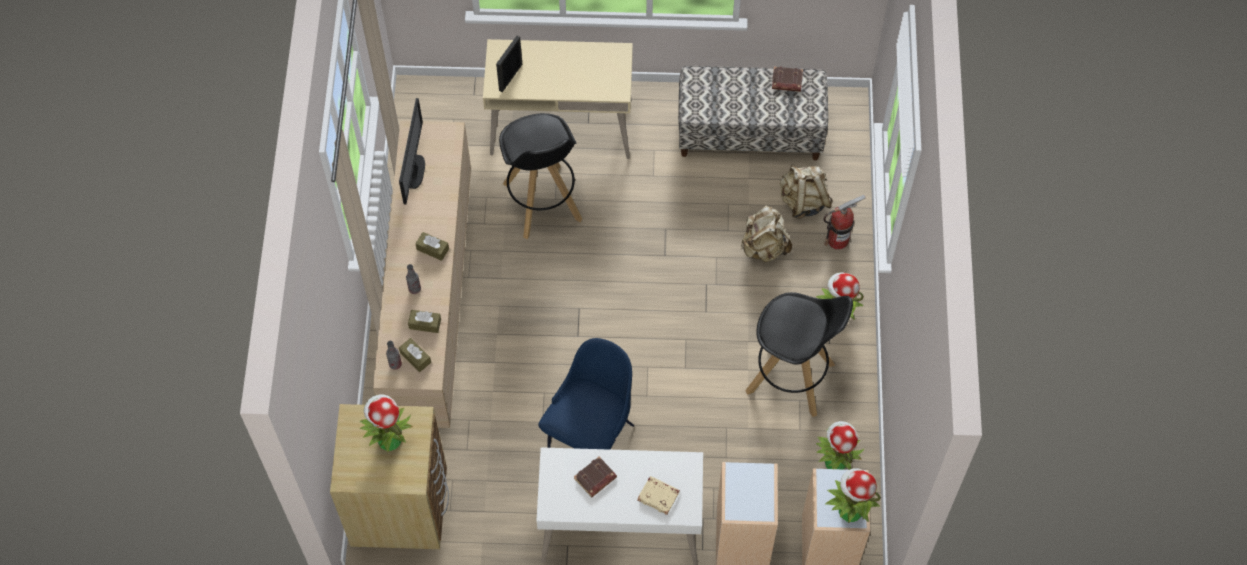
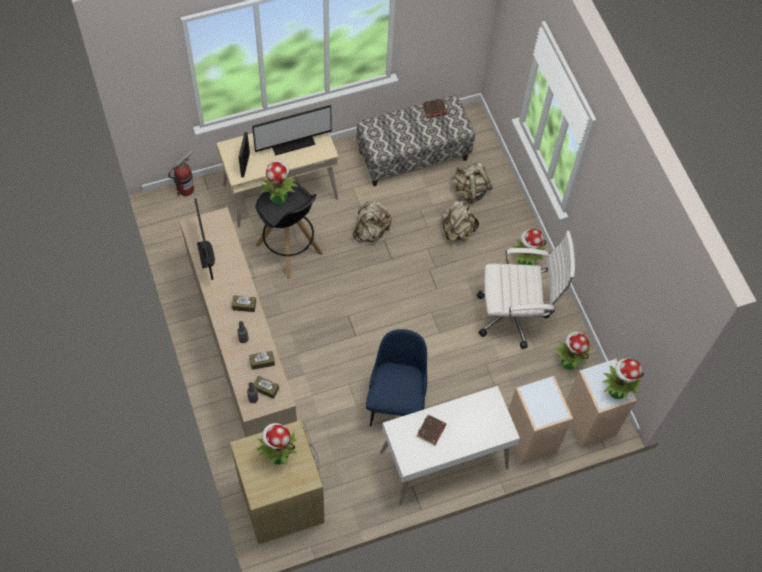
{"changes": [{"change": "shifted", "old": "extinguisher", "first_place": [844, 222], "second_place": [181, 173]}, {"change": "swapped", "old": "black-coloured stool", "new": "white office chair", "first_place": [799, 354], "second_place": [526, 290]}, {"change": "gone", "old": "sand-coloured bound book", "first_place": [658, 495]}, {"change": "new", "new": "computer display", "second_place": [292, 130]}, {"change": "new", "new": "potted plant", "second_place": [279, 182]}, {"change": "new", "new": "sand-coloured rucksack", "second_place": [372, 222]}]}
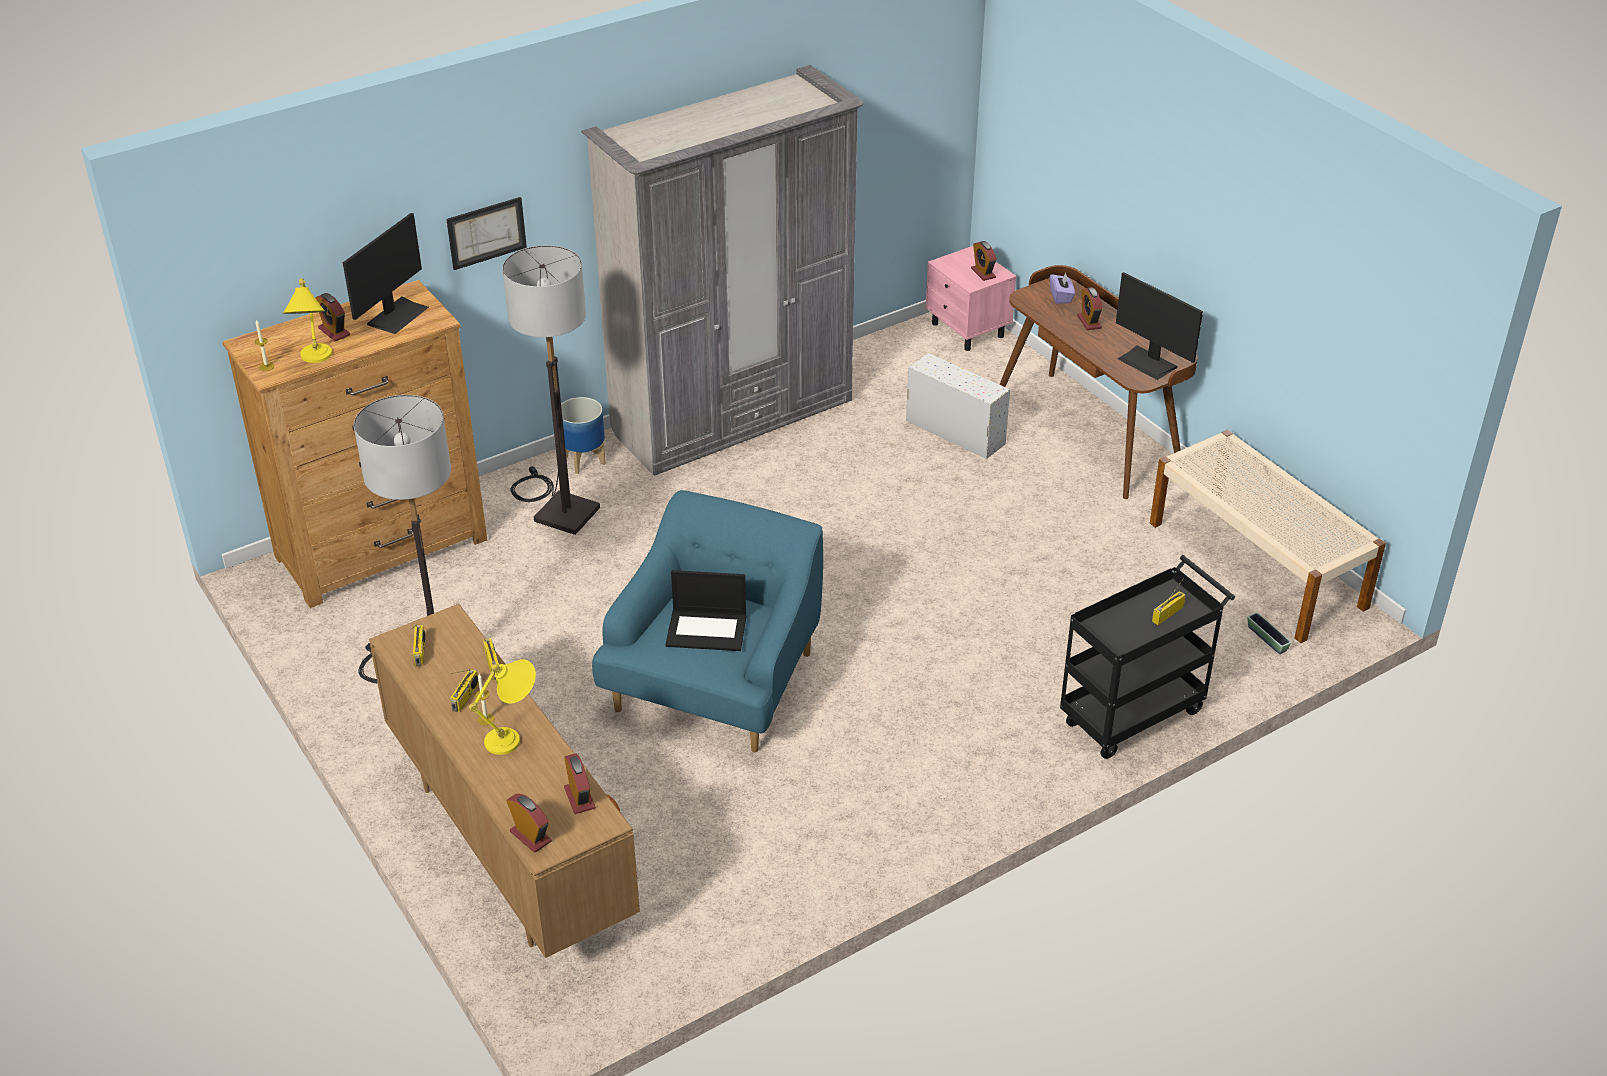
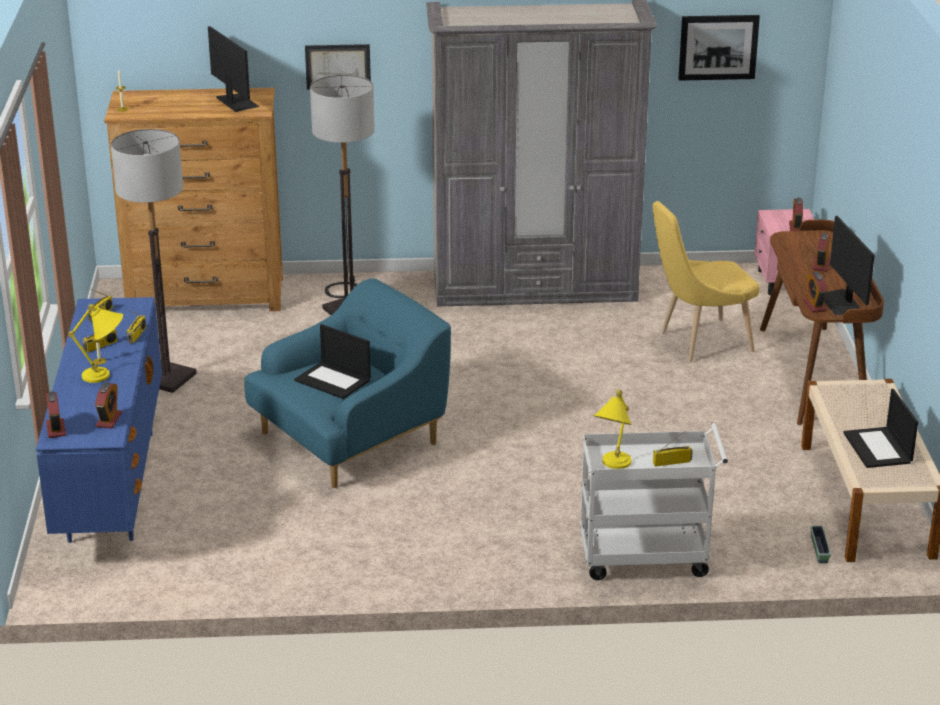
{"changes": [{"change": "rotated", "old": "computer display", "first_place": [386, 273], "second_place": [233, 69], "degrees": -90}, {"change": "gone", "old": "purplish tissue holder", "first_place": [1062, 288]}, {"change": "shifted", "old": "yellow-coloured lamp for a table", "first_place": [307, 320], "second_place": [612, 429]}, {"change": "shifted", "old": "table clock", "first_place": [332, 317], "second_place": [815, 292]}, {"change": "swapped", "old": "white storage box", "new": "yellow-coloured chair", "first_place": [958, 406], "second_place": [706, 281]}, {"change": "gone", "old": "plant pot", "first_place": [583, 435]}, {"change": "repainted", "old": "black-coloured wheeled cart", "new": "white wheeled cart", "first_place": [1147, 657], "second_place": [654, 501]}, {"change": "repainted", "old": "brown drawer chest", "new": "bluish drawer chest", "first_place": [504, 781], "second_place": [99, 420]}, {"change": "new", "new": "picture", "second_place": [719, 48]}, {"change": "new", "new": "laptop", "second_place": [880, 428]}]}
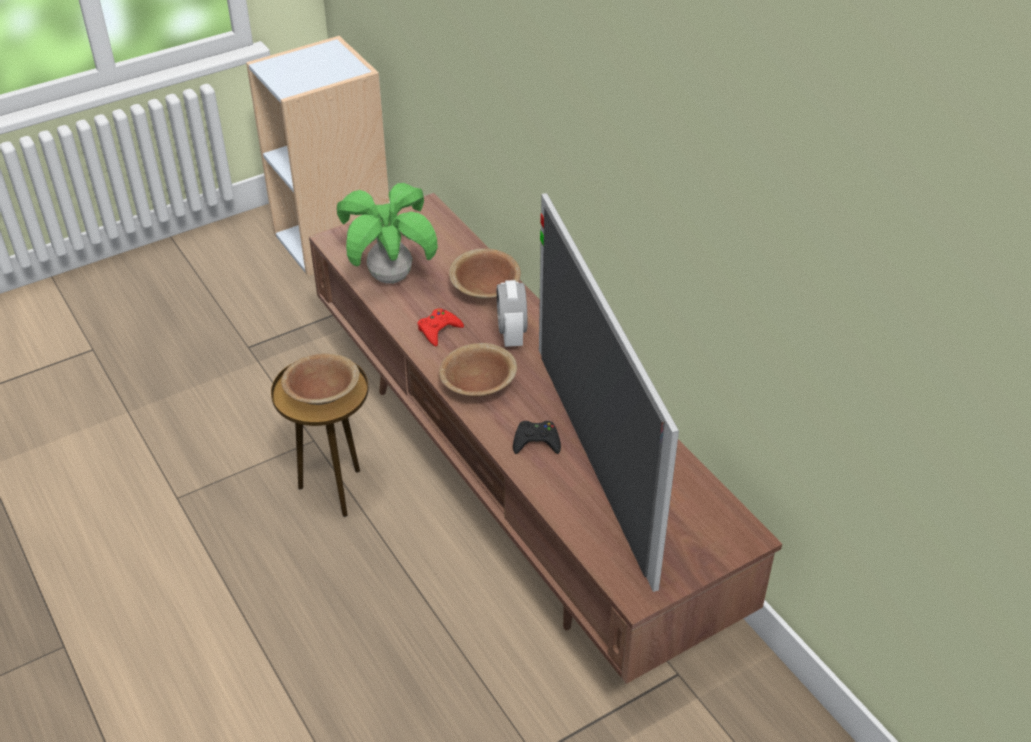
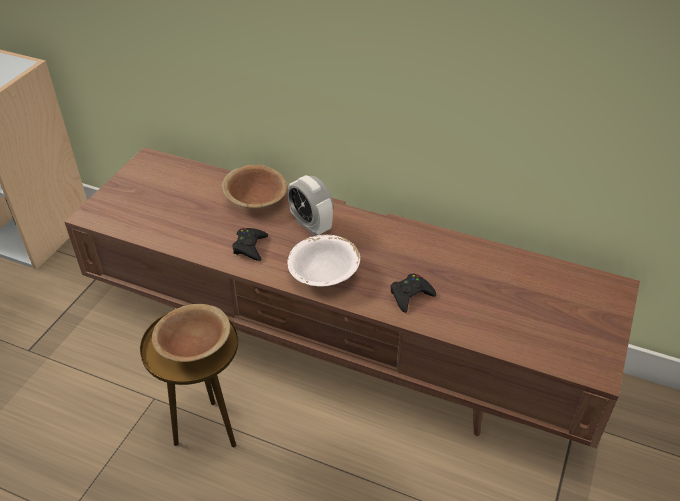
{"changes": [{"change": "gone", "old": "potted plant", "first_place": [387, 233]}, {"change": "gone", "old": "TV set", "first_place": [609, 392]}, {"change": "repainted", "old": "red joypad", "new": "black-coloured joypad", "first_place": [441, 327], "second_place": [250, 244]}, {"change": "repainted", "old": "brown deep dish", "new": "white deep dish", "first_place": [478, 370], "second_place": [323, 261]}]}
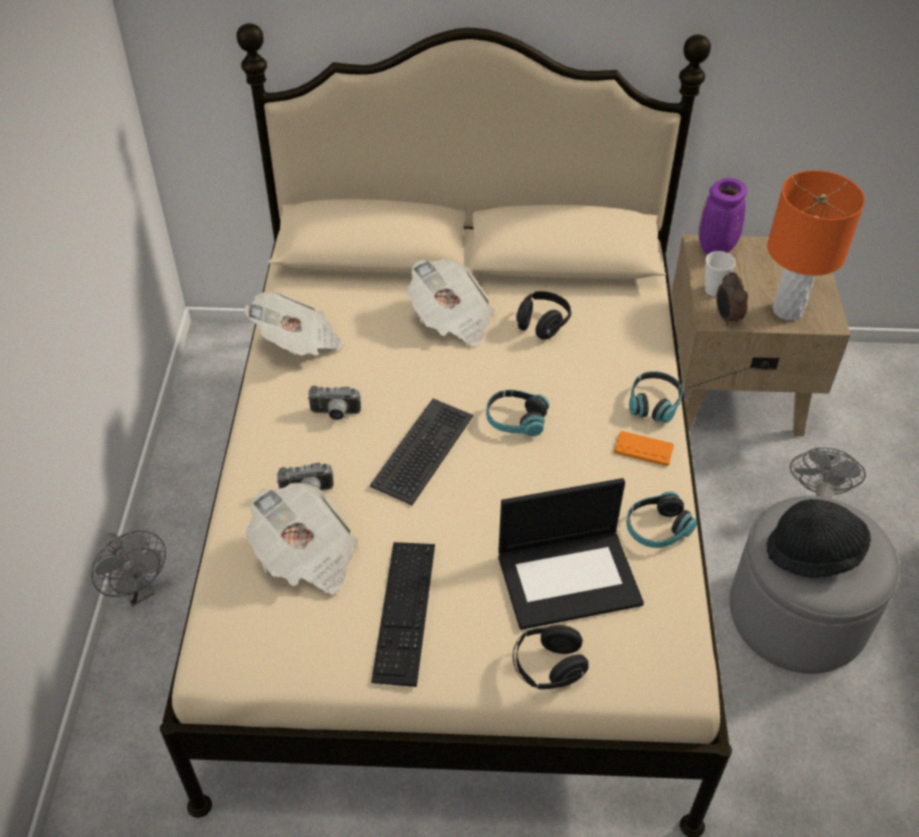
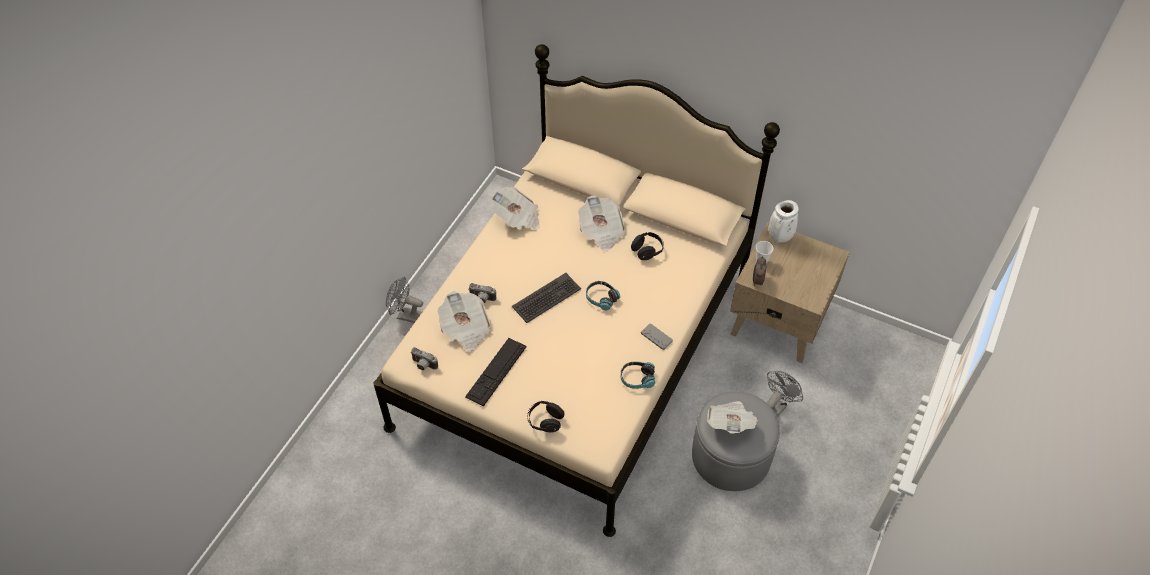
{"changes": [{"change": "gone", "old": "orange lamp for a table", "first_place": [816, 245]}, {"change": "repainted", "old": "purplish vase", "new": "white vase", "first_place": [723, 216], "second_place": [784, 221]}, {"change": "gone", "old": "headphones", "first_place": [655, 397]}, {"change": "shifted", "old": "photo camera", "first_place": [334, 403], "second_place": [424, 358]}, {"change": "repainted", "old": "orange joypad", "new": "gray joypad", "first_place": [644, 448], "second_place": [657, 337]}, {"change": "gone", "old": "laptop", "first_place": [571, 554]}, {"change": "swapped", "old": "black-coloured hat", "new": "printed paper", "first_place": [819, 538], "second_place": [732, 417]}, {"change": "rotated", "old": "gray electric fan", "first_place": [128, 568], "second_place": [404, 300], "degrees": 120}]}
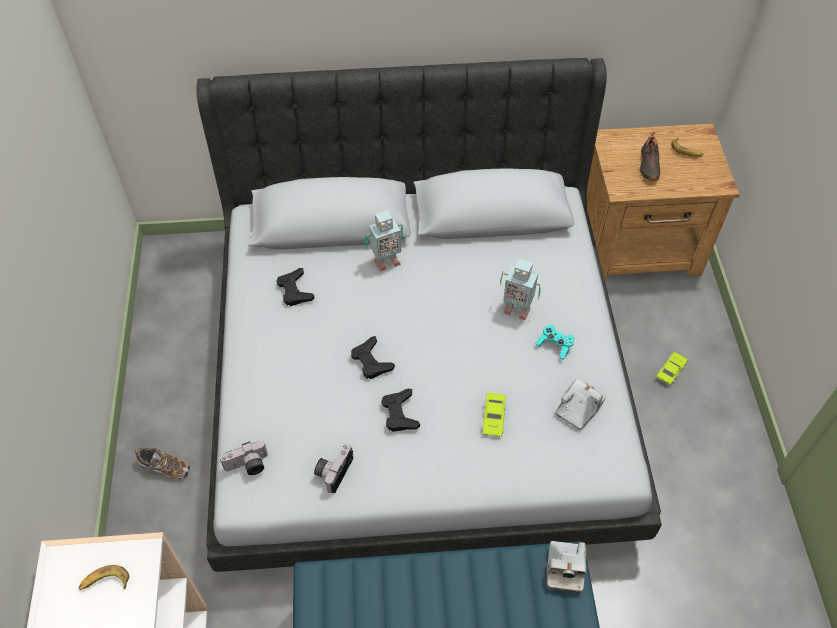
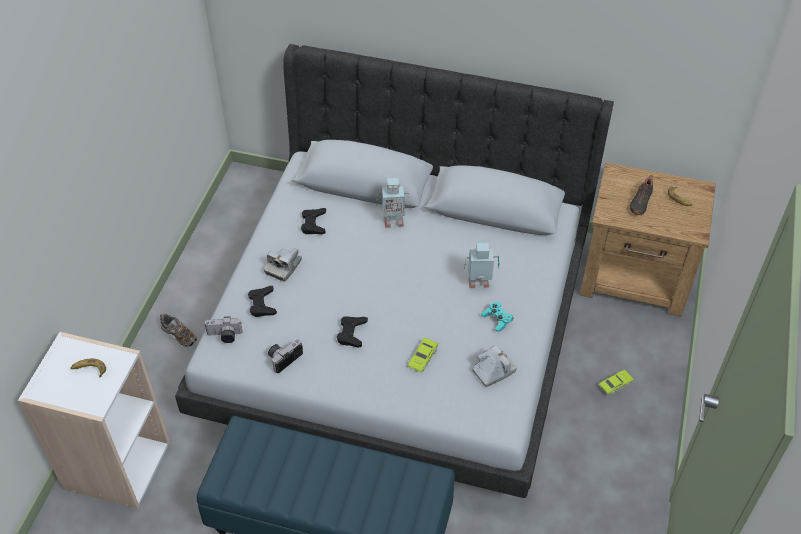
{"changes": [{"change": "rotated", "old": "toy robot", "first_place": [520, 289], "second_place": [481, 265], "degrees": 135}, {"change": "shifted", "old": "black-coloured joypad", "first_place": [373, 357], "second_place": [262, 301]}, {"change": "shifted", "old": "photo camera", "first_place": [566, 567], "second_place": [283, 264]}]}
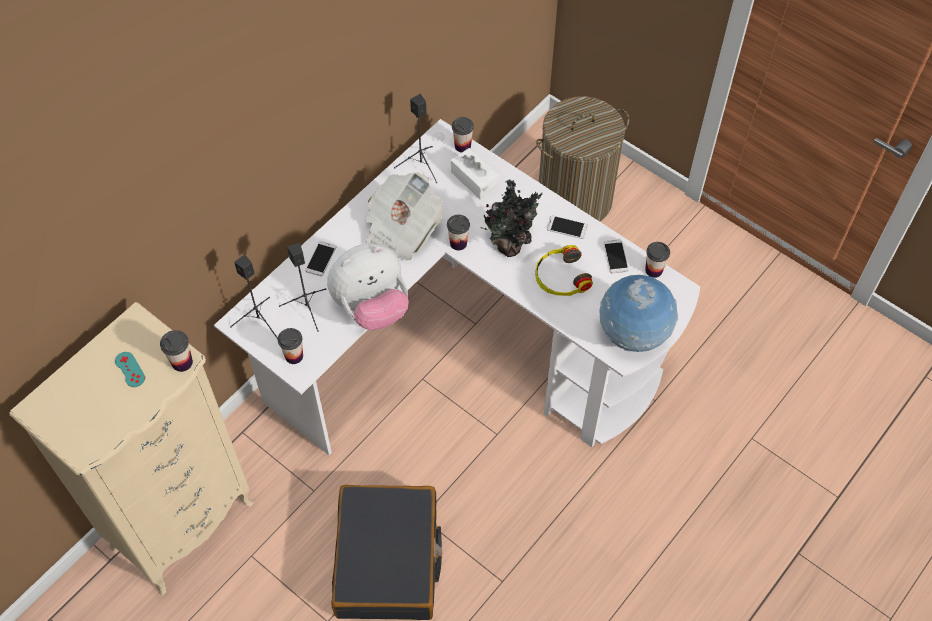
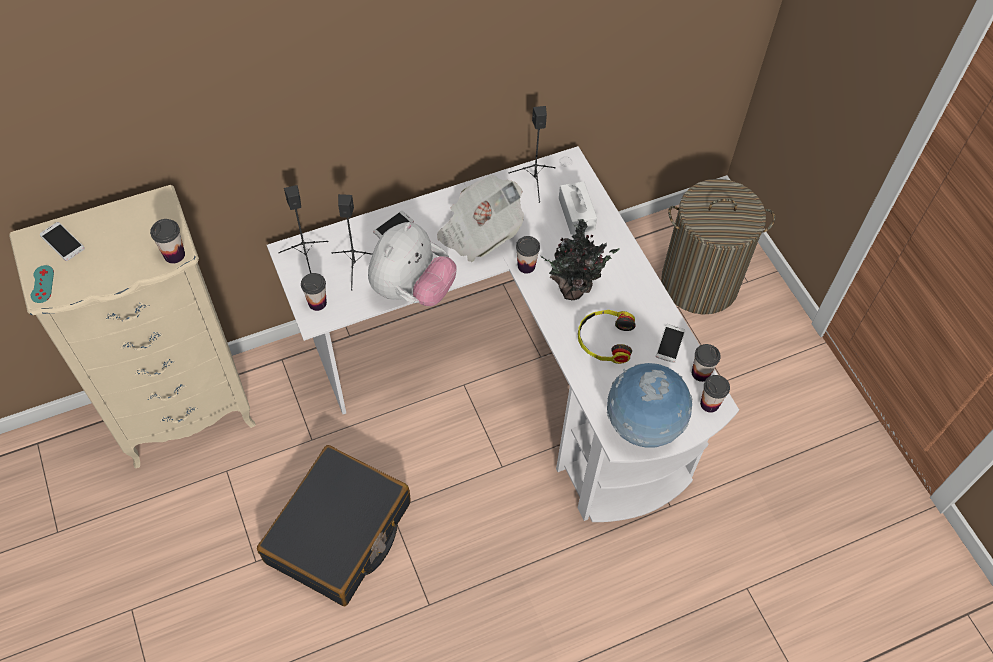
{"changes": [{"change": "shifted", "old": "small cup", "first_place": [463, 135], "second_place": [715, 394]}, {"change": "shifted", "old": "telephone", "first_place": [567, 227], "second_place": [62, 241]}, {"change": "rotated", "old": "plush toy", "first_place": [368, 287], "second_place": [412, 264], "degrees": -60}, {"change": "shifted", "old": "blue-green joypad", "first_place": [130, 369], "second_place": [42, 284]}]}
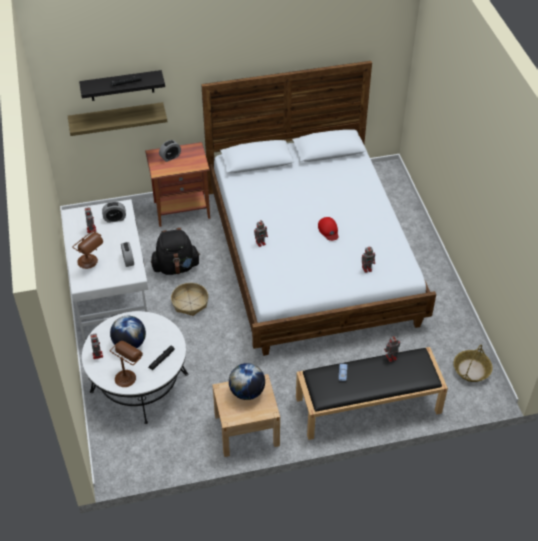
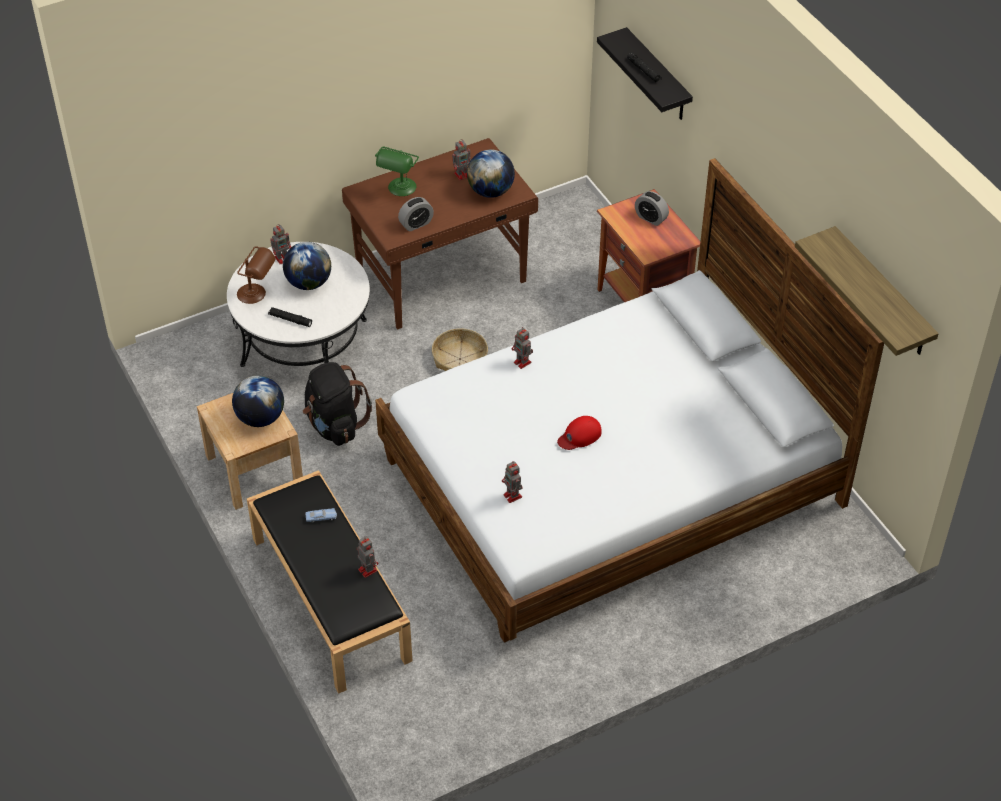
{"changes": [{"change": "shifted", "old": "bracket shelf", "first_place": [117, 119], "second_place": [867, 291]}, {"change": "repainted", "old": "white desk", "new": "brown desk", "first_place": [105, 270], "second_place": [440, 234]}, {"change": "swapped", "old": "table clock", "new": "world globe", "first_place": [114, 212], "second_place": [491, 174]}, {"change": "shifted", "old": "black-coloured rucksack", "first_place": [175, 251], "second_place": [337, 404]}, {"change": "repainted", "old": "brown lamp for a table", "new": "green-coloured lamp for a table", "first_place": [87, 250], "second_place": [397, 171]}, {"change": "gone", "old": "household basket", "first_place": [473, 363]}]}
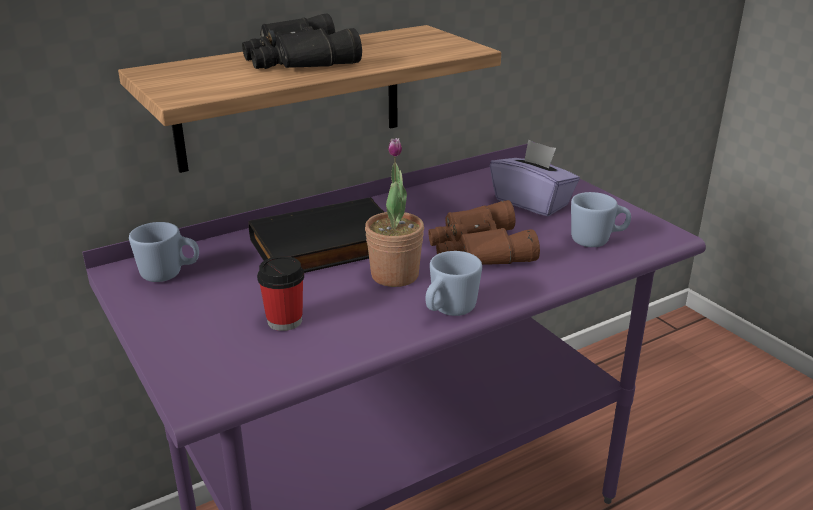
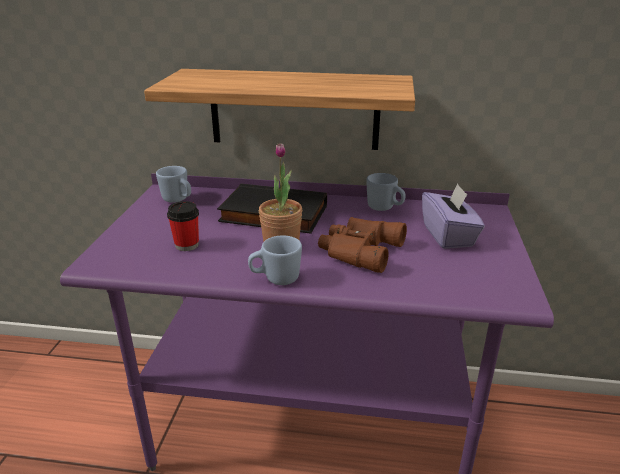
{"changes": [{"change": "gone", "old": "black-coloured binoculars", "first_place": [302, 41]}, {"change": "shifted", "old": "bluish coffee mug", "first_place": [601, 219], "second_place": [386, 192]}]}
